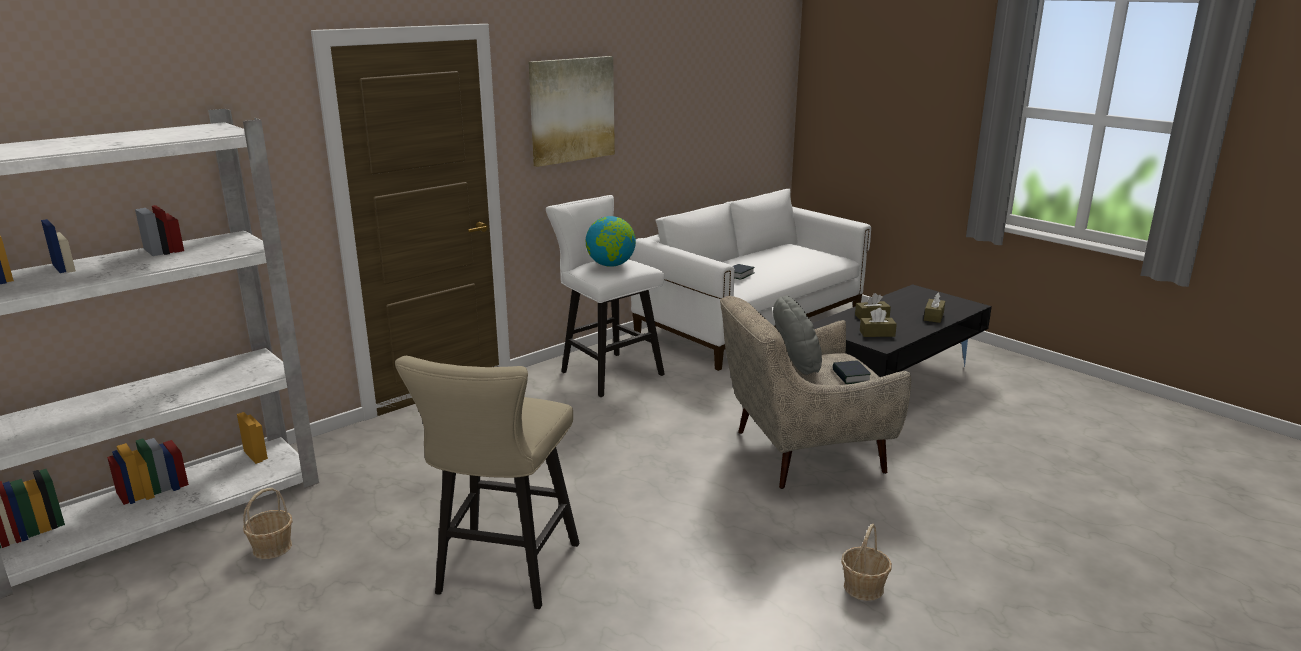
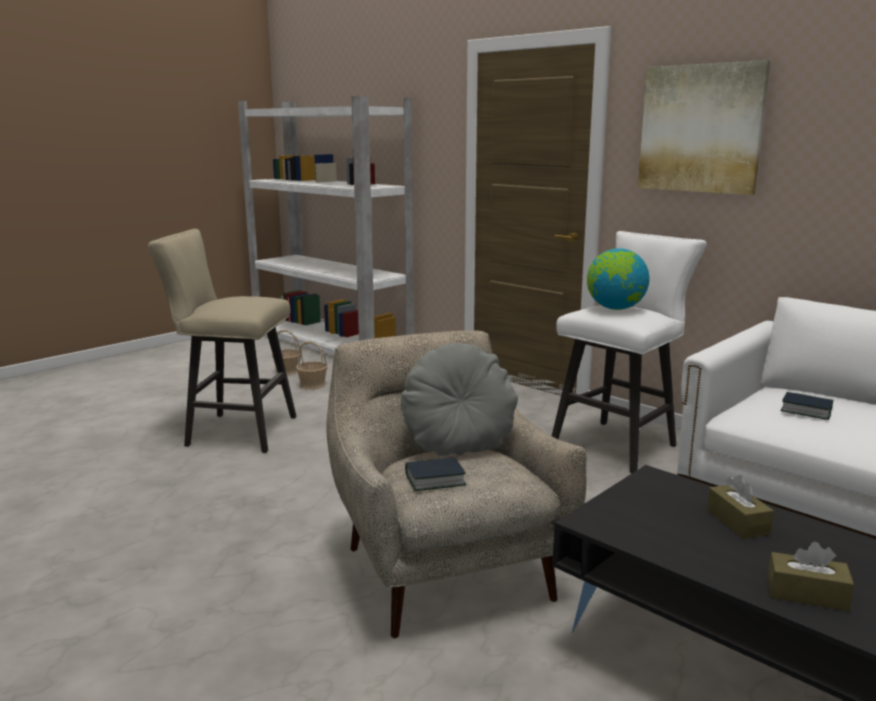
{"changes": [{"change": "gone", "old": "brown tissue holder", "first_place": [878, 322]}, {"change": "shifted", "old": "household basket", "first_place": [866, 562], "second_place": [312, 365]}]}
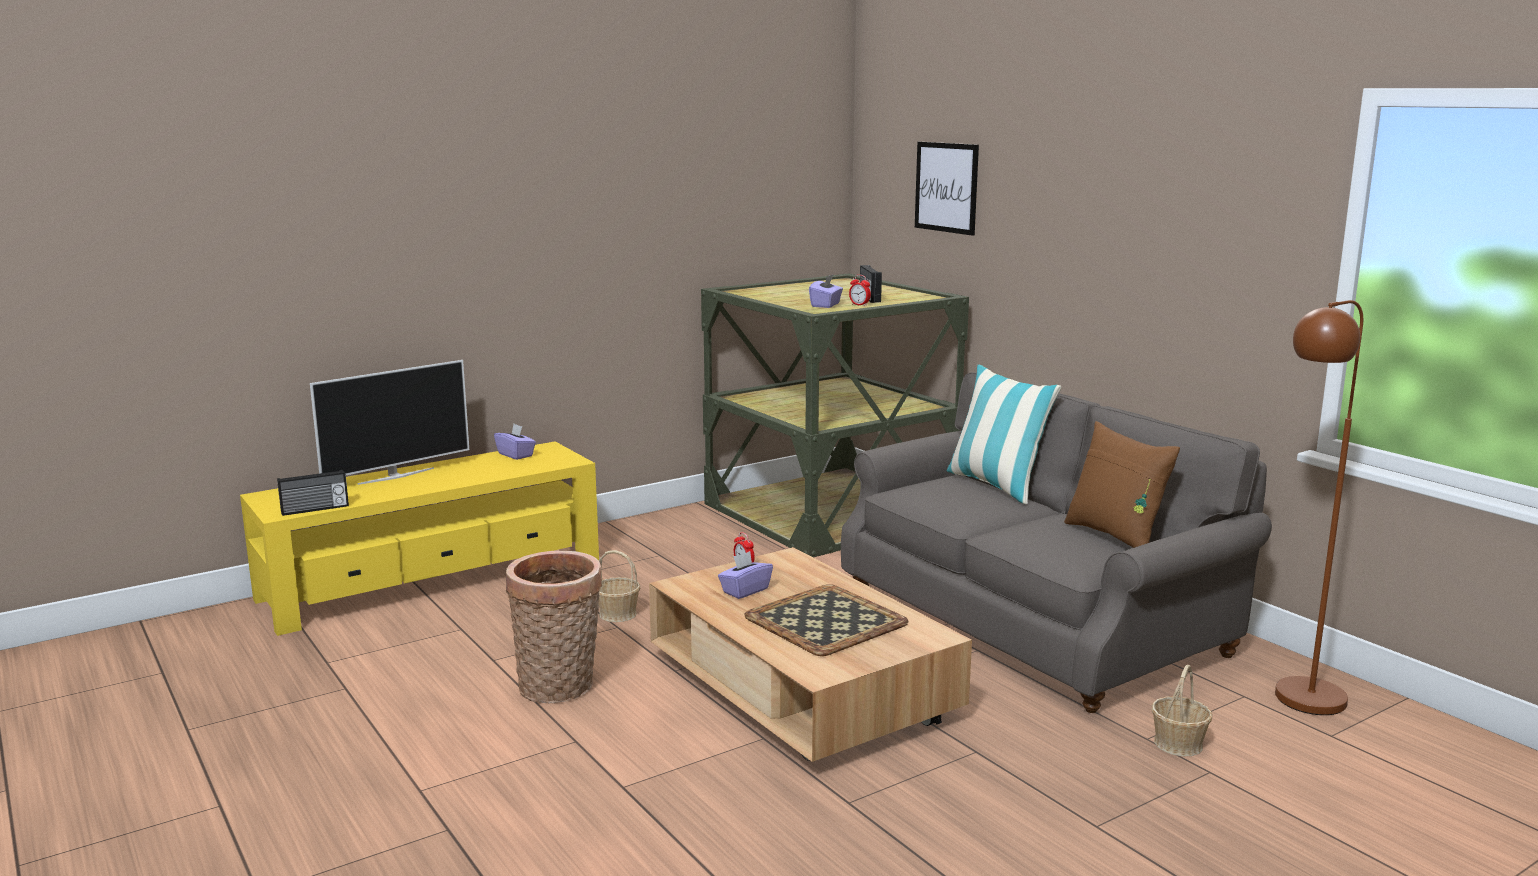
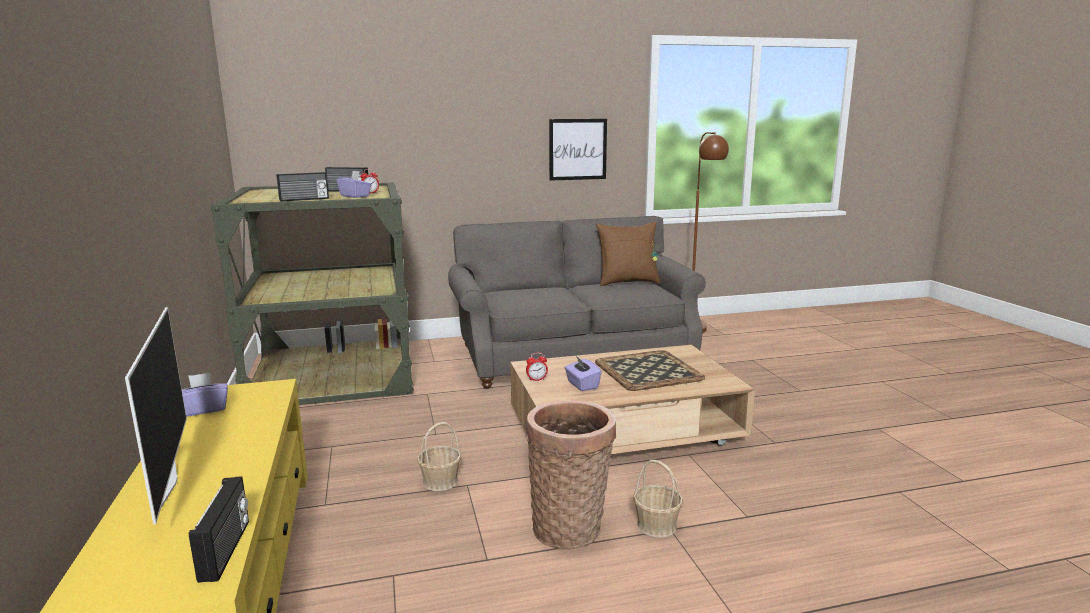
{"changes": [{"change": "shifted", "old": "picture", "first_place": [947, 189], "second_place": [578, 150]}, {"change": "gone", "old": "cushion", "first_place": [1004, 434]}, {"change": "shifted", "old": "household basket", "first_place": [1182, 710], "second_place": [658, 499]}, {"change": "new", "new": "radio set", "second_place": [302, 187]}]}
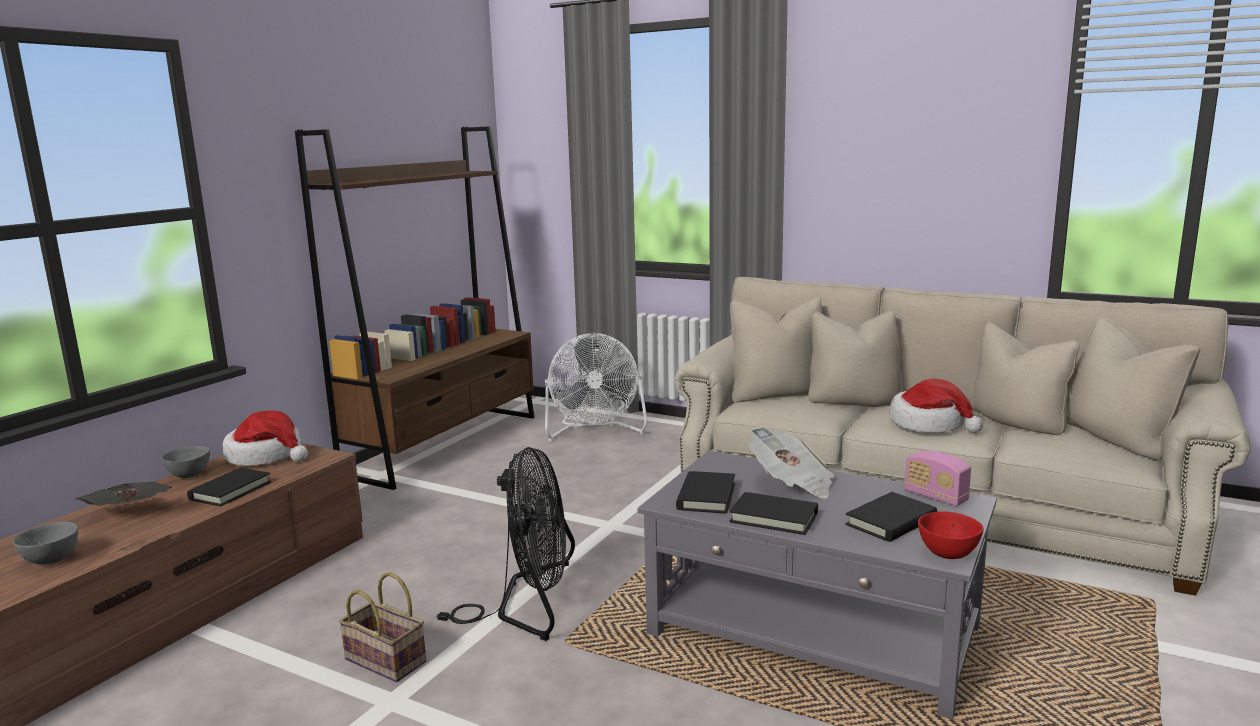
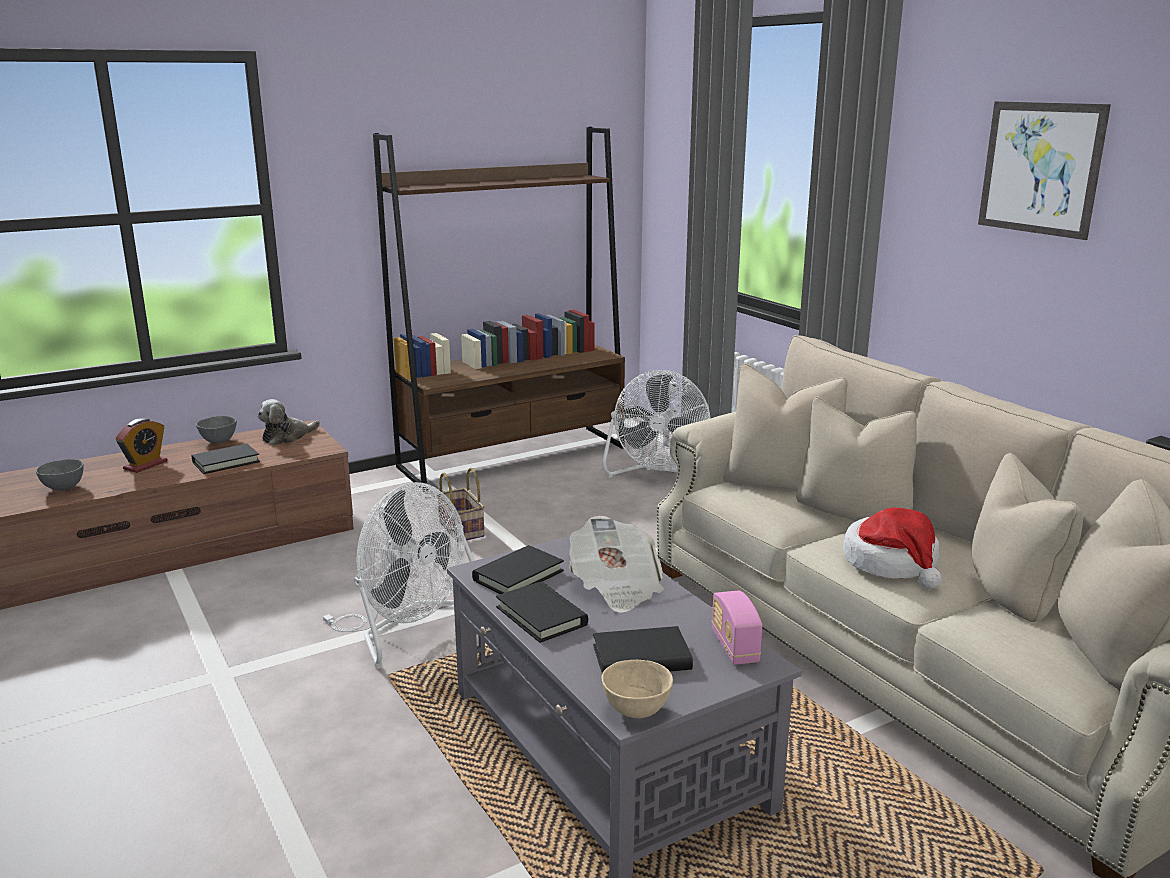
{"changes": [{"change": "swapped", "old": "hat", "new": "plush toy", "first_place": [265, 438], "second_place": [288, 422]}, {"change": "repainted", "old": "black-coloured electric fan", "new": "white electric fan", "first_place": [505, 544], "second_place": [399, 575]}, {"change": "swapped", "old": "printed paper", "new": "table clock", "first_place": [123, 493], "second_place": [142, 445]}, {"change": "repainted", "old": "red deep dish", "new": "sand-coloured deep dish", "first_place": [951, 535], "second_place": [637, 689]}, {"change": "shifted", "old": "household basket", "first_place": [382, 627], "second_place": [461, 505]}, {"change": "new", "new": "picture", "second_place": [1044, 170]}]}
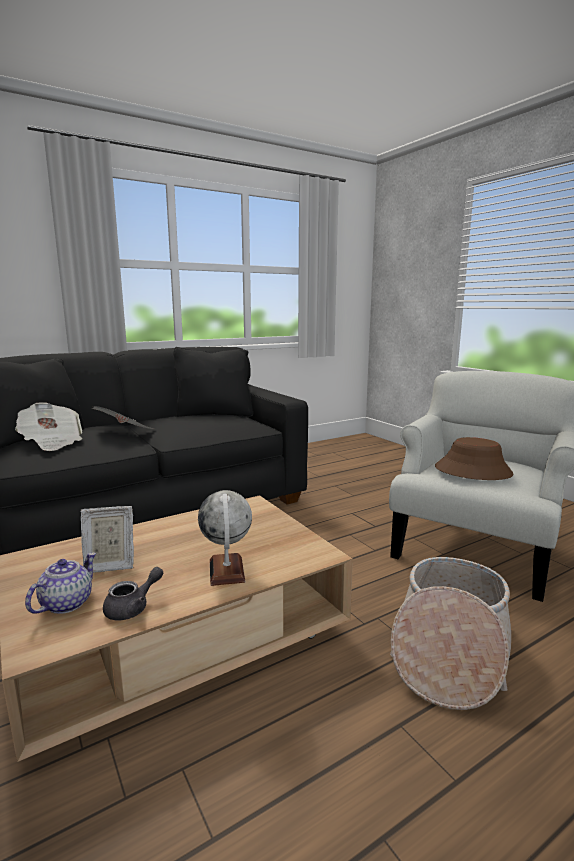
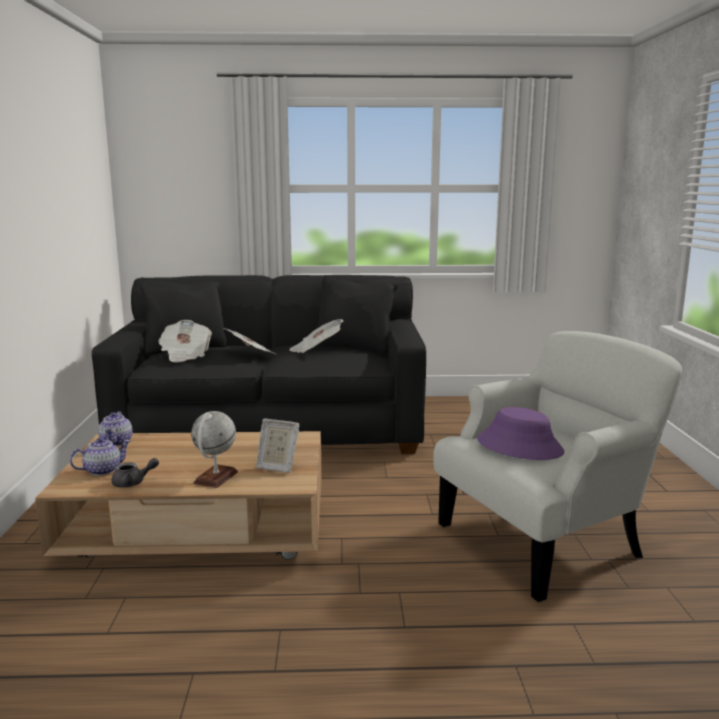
{"changes": [{"change": "repainted", "old": "brown hat", "new": "purplish hat", "first_place": [474, 458], "second_place": [520, 433]}, {"change": "shifted", "old": "standing frame", "first_place": [107, 539], "second_place": [278, 445]}, {"change": "gone", "old": "household basket", "first_place": [450, 633]}, {"change": "new", "new": "printed paper", "second_place": [316, 336]}, {"change": "new", "new": "teapot", "second_place": [115, 428]}]}
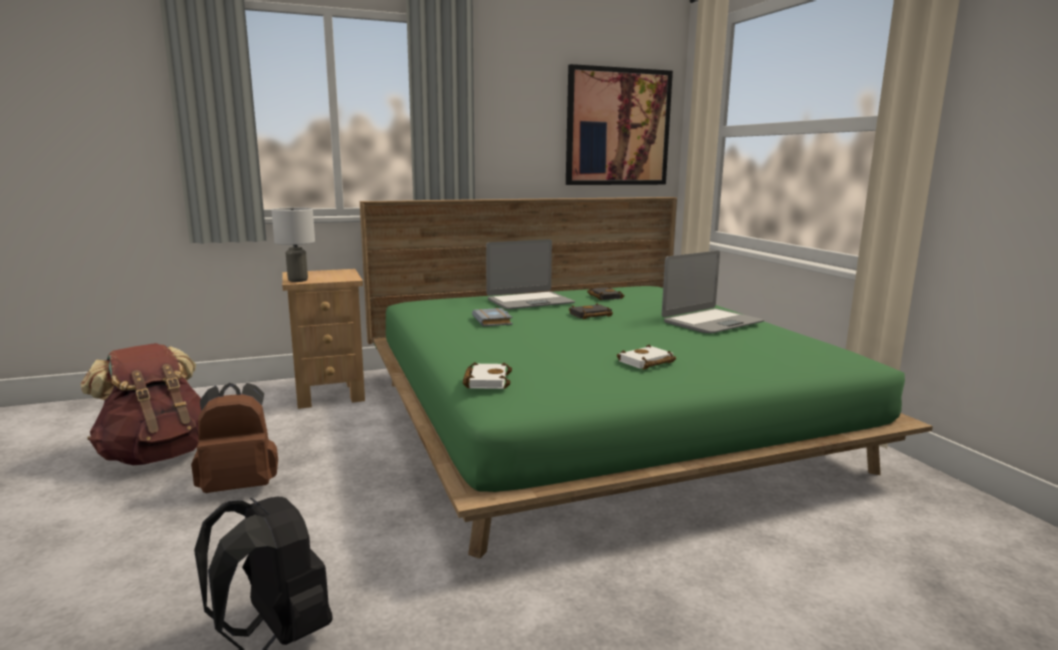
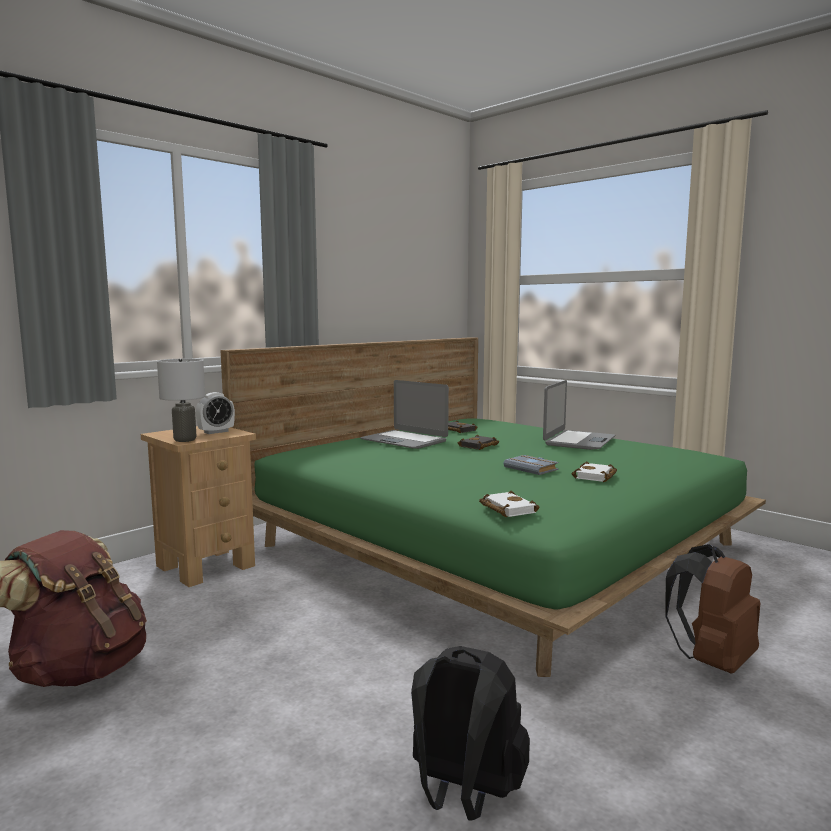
{"changes": [{"change": "gone", "old": "picture", "first_place": [619, 124]}, {"change": "rotated", "old": "laptop", "first_place": [530, 274], "second_place": [404, 414], "degrees": 90}, {"change": "shifted", "old": "gray bound book", "first_place": [492, 317], "second_place": [531, 465]}, {"change": "shifted", "old": "brown rucksack", "first_place": [234, 438], "second_place": [712, 609]}, {"change": "new", "new": "table clock", "second_place": [215, 413]}]}
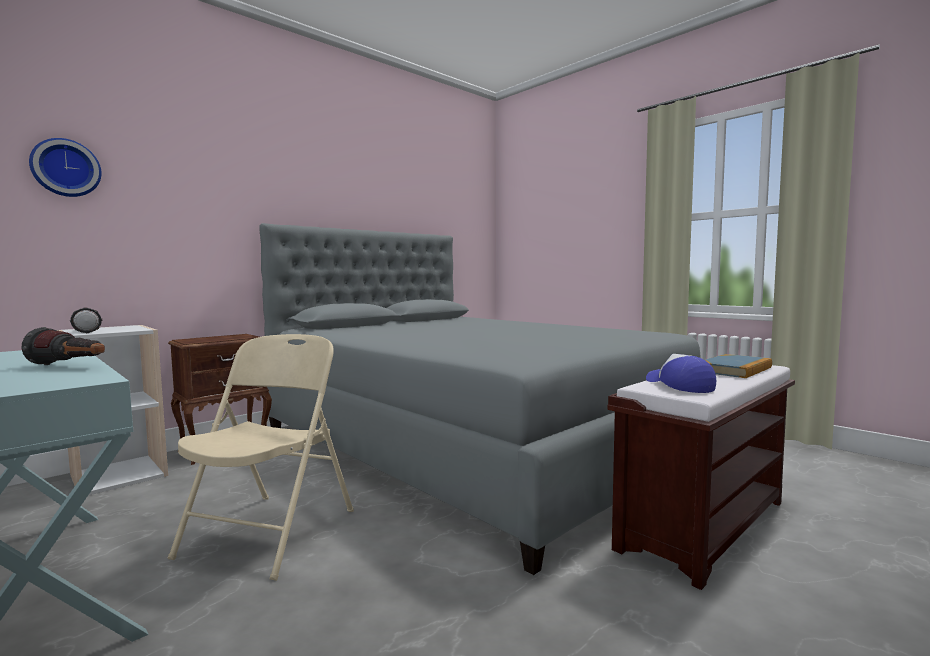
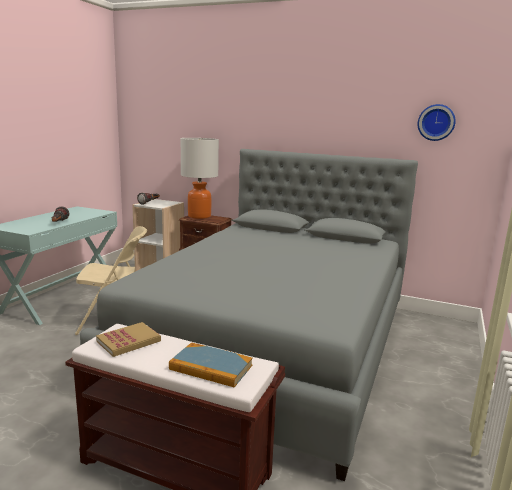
{"changes": [{"change": "shifted", "old": "clock on the wall", "first_place": [65, 167], "second_place": [436, 122]}, {"change": "swapped", "old": "peaked cap", "new": "bound book", "first_place": [681, 373], "second_place": [128, 339]}, {"change": "new", "new": "lamp for a table", "second_place": [199, 178]}]}
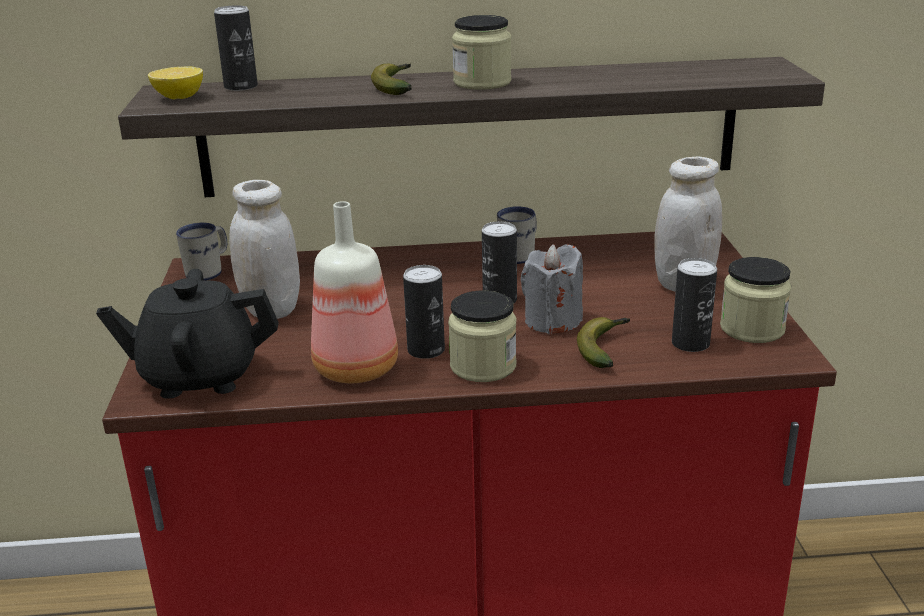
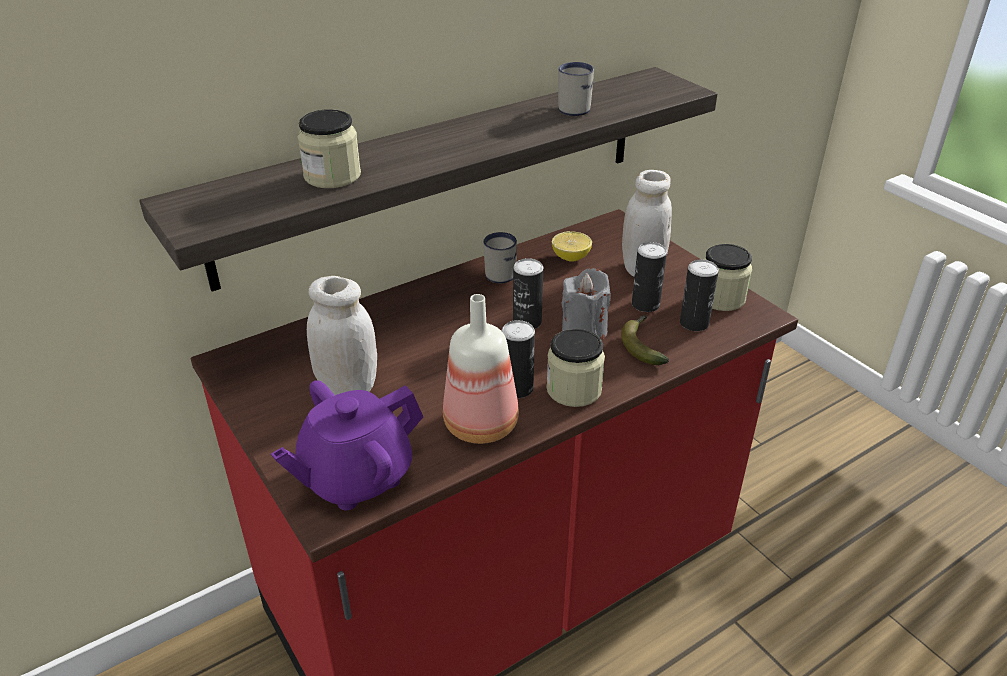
{"changes": [{"change": "shifted", "old": "can", "first_place": [236, 48], "second_place": [649, 277]}, {"change": "shifted", "old": "storage jar", "first_place": [481, 52], "second_place": [329, 148]}, {"change": "gone", "old": "whole banana", "first_place": [391, 79]}, {"change": "shifted", "old": "citrus fruit", "first_place": [175, 82], "second_place": [572, 246]}, {"change": "shifted", "old": "white coffee mug", "first_place": [201, 251], "second_place": [576, 89]}, {"change": "repainted", "old": "black-coloured teapot", "new": "purplish teapot", "first_place": [187, 334], "second_place": [347, 445]}]}
